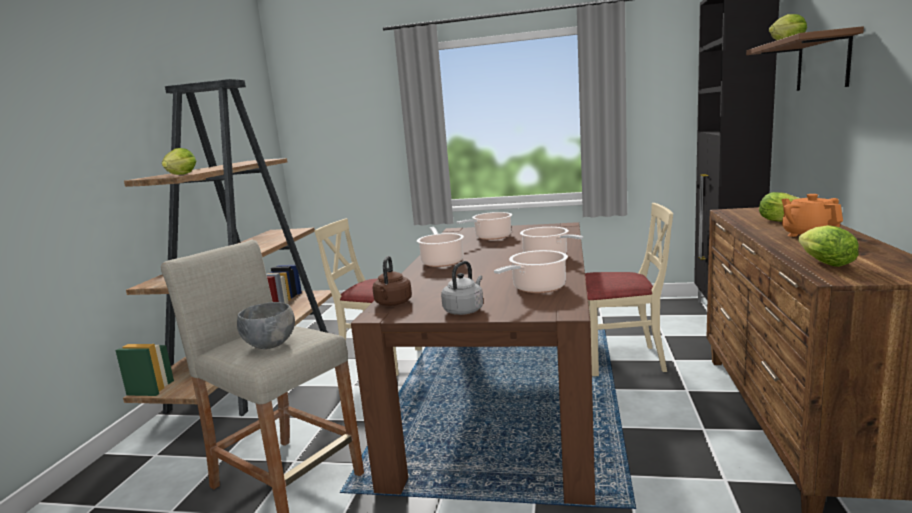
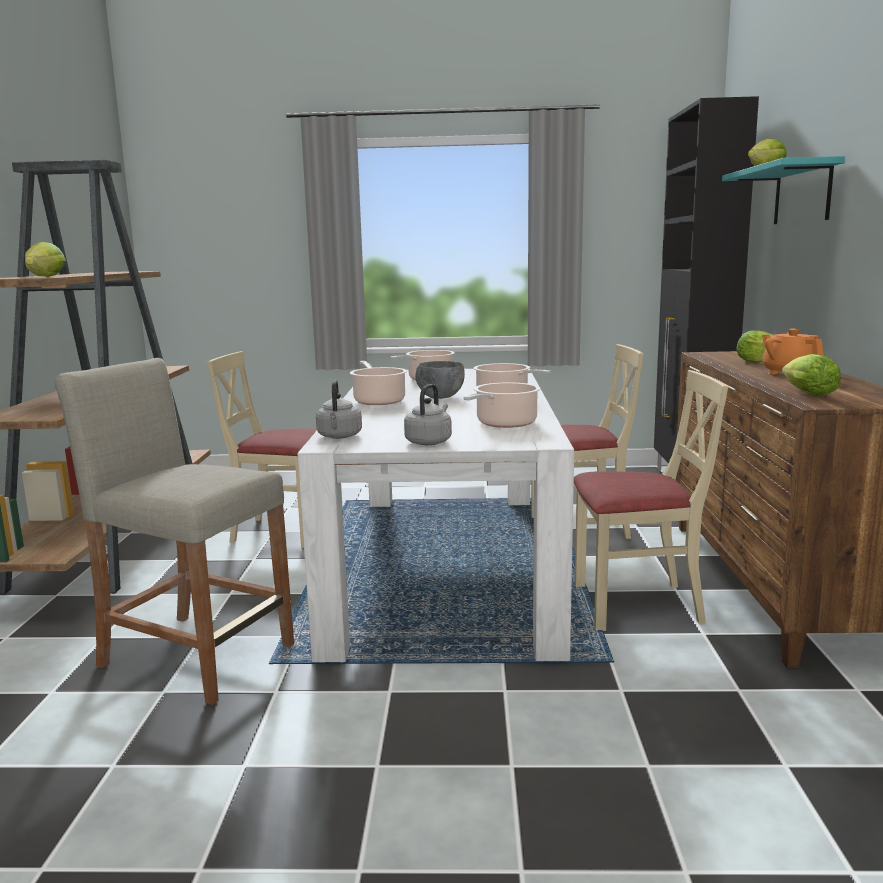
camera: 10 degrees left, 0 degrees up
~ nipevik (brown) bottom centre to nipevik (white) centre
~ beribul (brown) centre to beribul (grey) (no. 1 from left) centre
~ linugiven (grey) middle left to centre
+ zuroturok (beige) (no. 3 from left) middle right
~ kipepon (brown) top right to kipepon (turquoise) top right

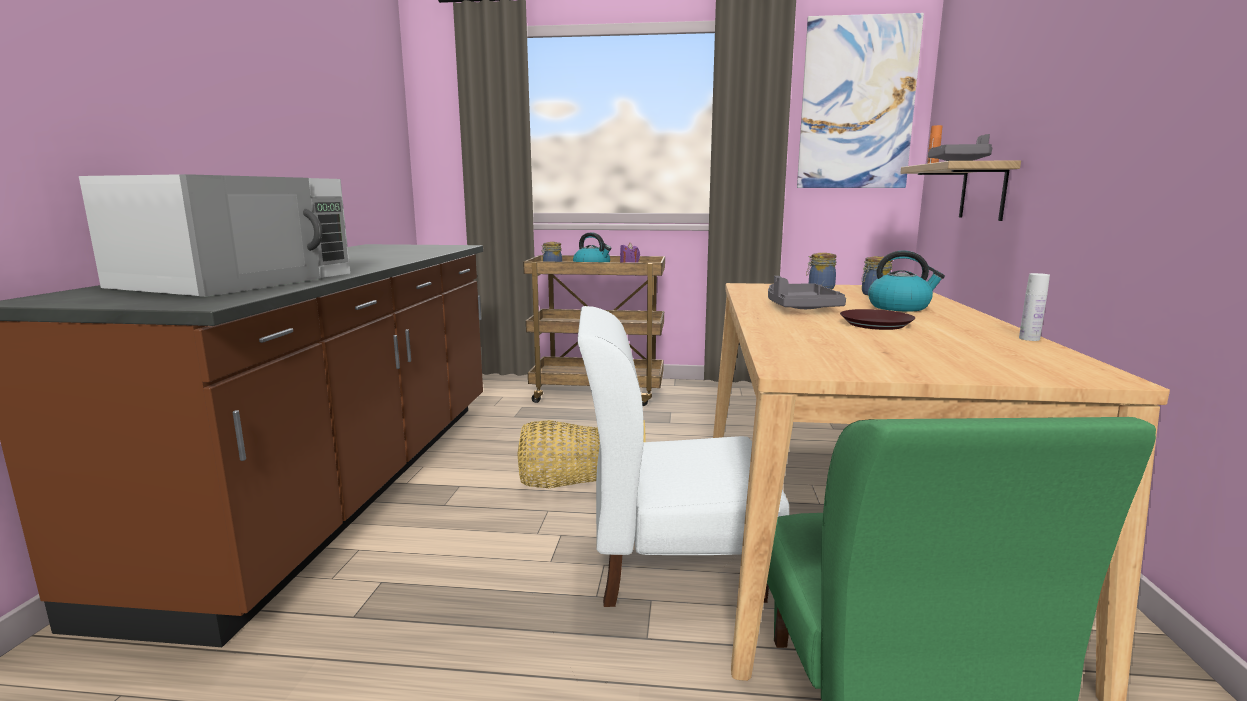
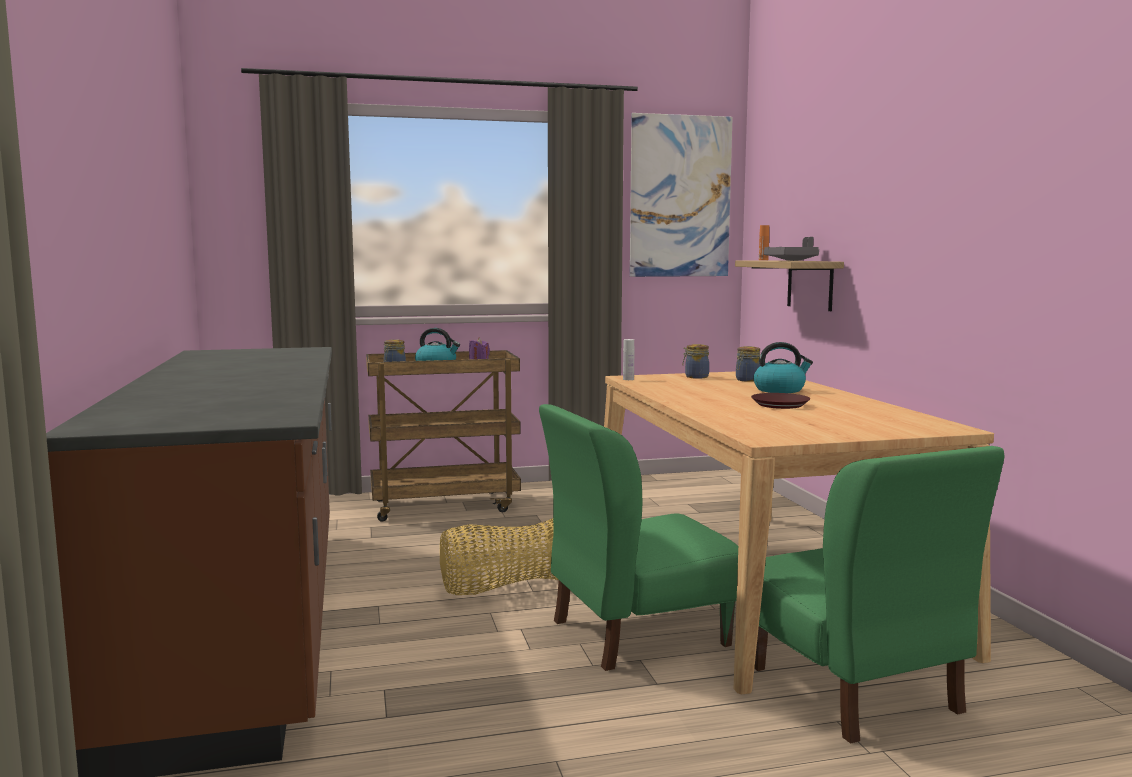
camera: 20 degrees left, 5 degrees down
~ zuroturok (white) centre to zuroturok (green) (no. 1 from left) bottom centre
~ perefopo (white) middle right to centre
- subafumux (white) middle left
- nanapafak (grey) (no. 1 from left) centre

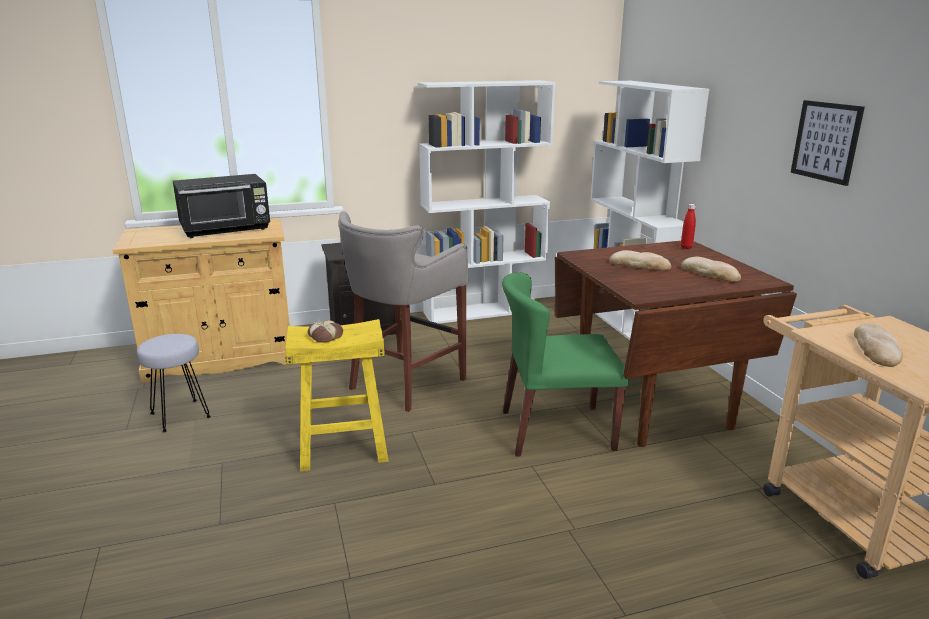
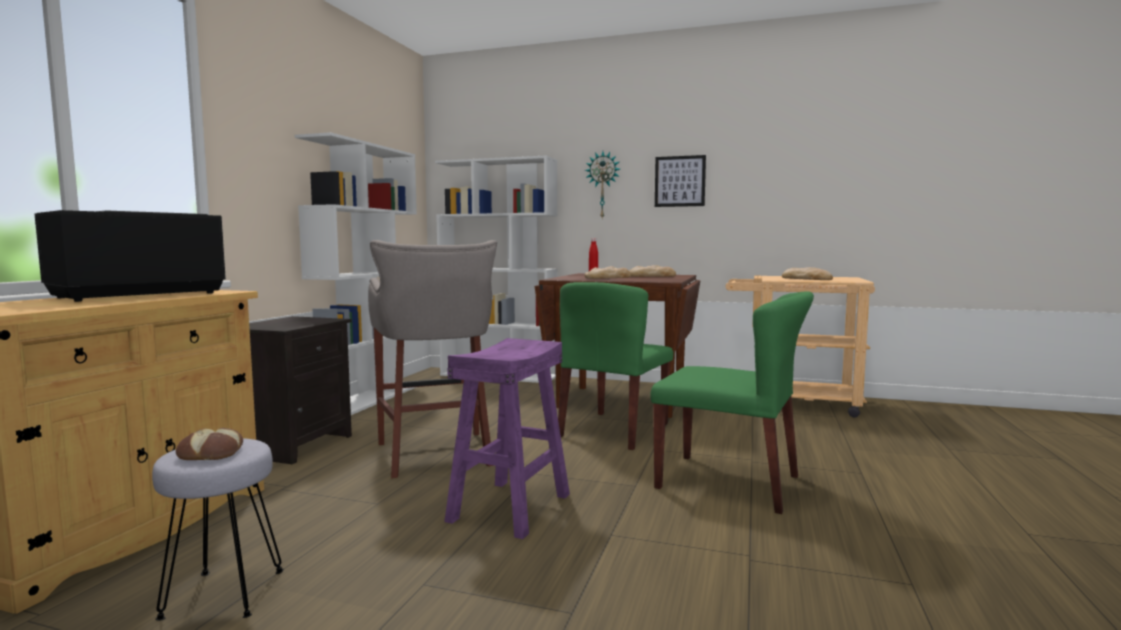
camera: 55 degrees left, 15 degrees down
~ subafumux (black) top left = middle left 150 degrees counterclockwise
~ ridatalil (no. 1 from left) centre to bottom left
~ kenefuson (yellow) centre to kenefuson (purple) bottom centre
+ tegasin top centre
+ zuroturok (green) (no. 2 from left) centre

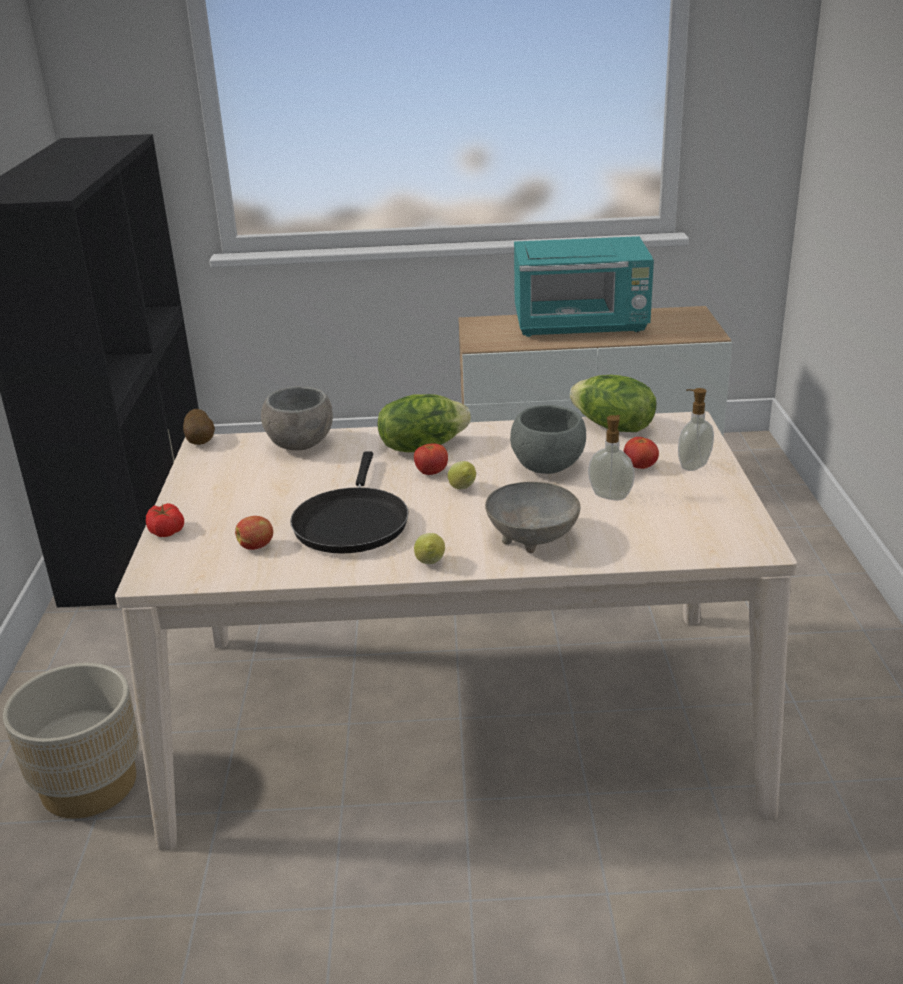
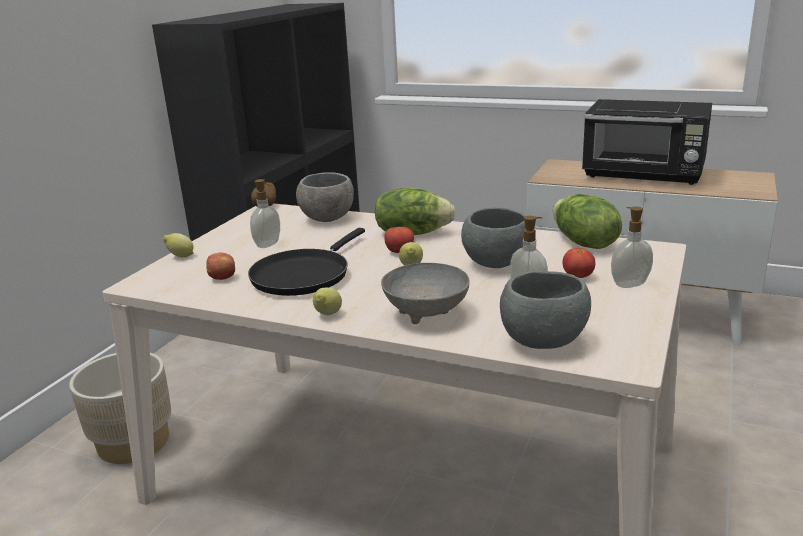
camera: 25 degrees right, 5 degrees down
~ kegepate (no. 1 from left) middle left to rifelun (no. 1 from left) middle left
+ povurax (no. 1 from left) middle left
+ linugiven (grey) (no. 4 from left) middle right
~ subafumux (turquoise) top centre to subafumux (black) top right

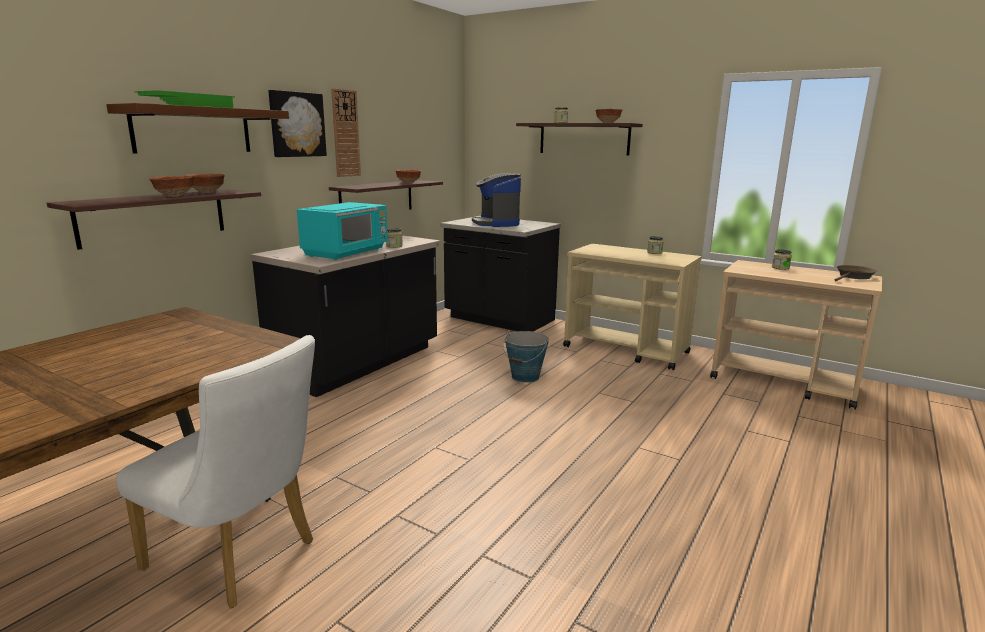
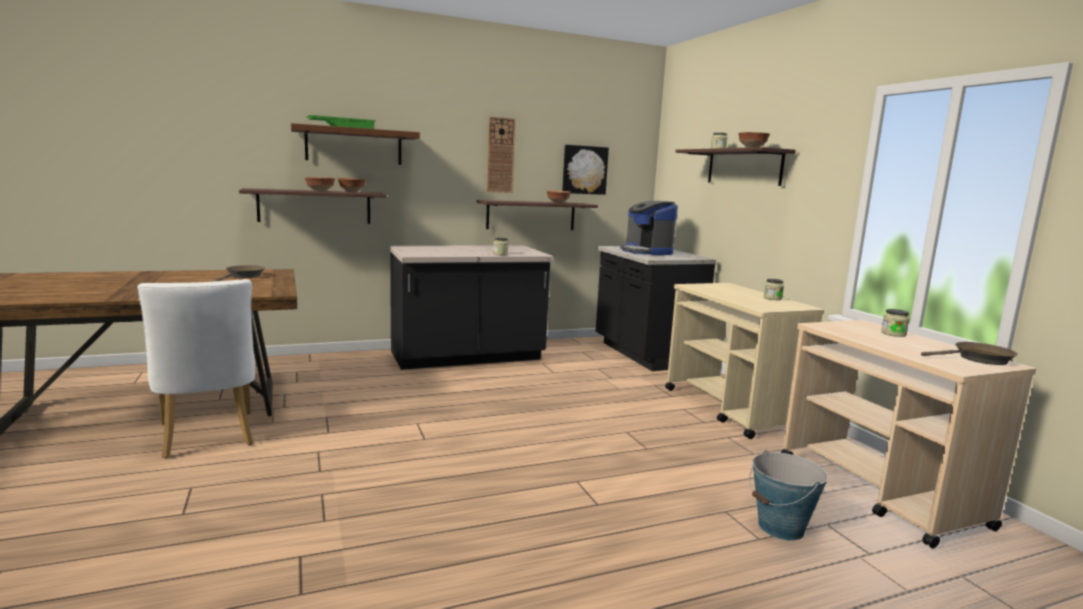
camera: 35 degrees right, 5 degrees down
+ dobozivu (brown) (no. 1 from left) middle left
~ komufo top left to top centre
~ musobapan top centre = centre 45 degrees counterclockwise
~ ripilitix centre to bottom right
- subafumux (turquoise) centre

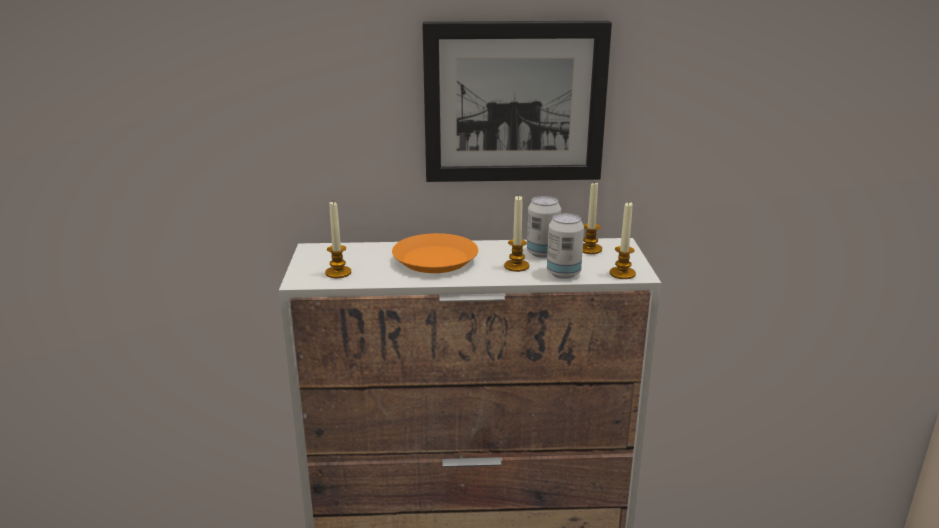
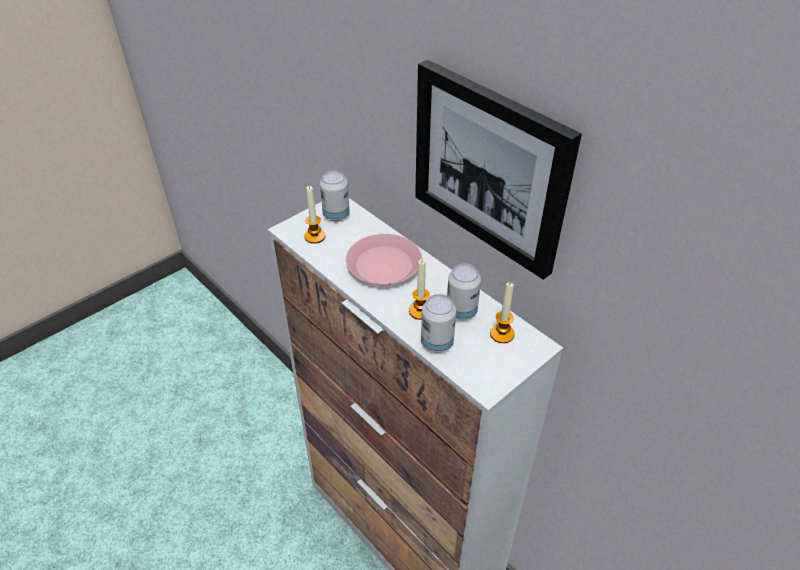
camera: 50 degrees right, 20 degrees up
+ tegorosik (no. 1 from left) centre
~ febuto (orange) centre to febuto (pink) centre
- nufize (no. 4 from left) centre

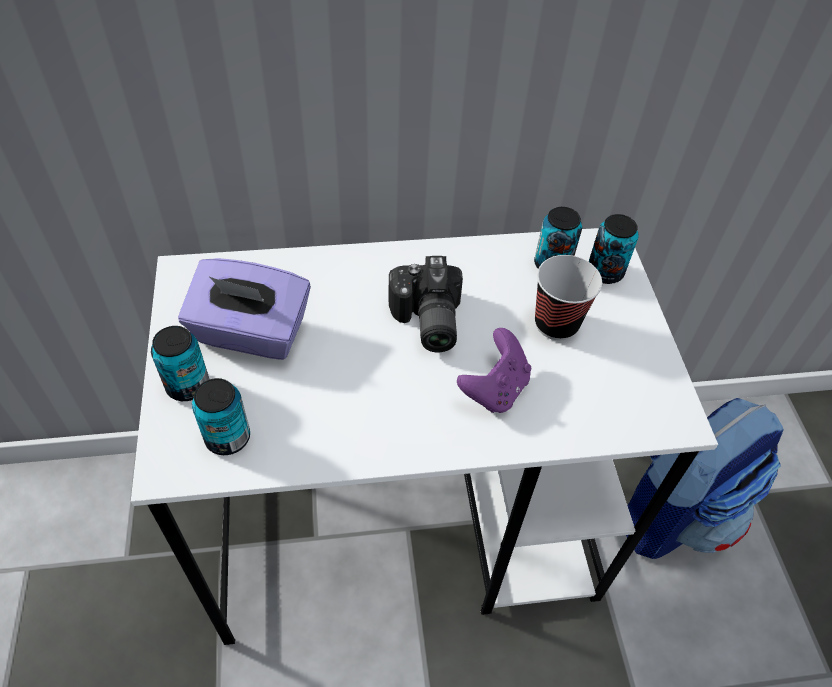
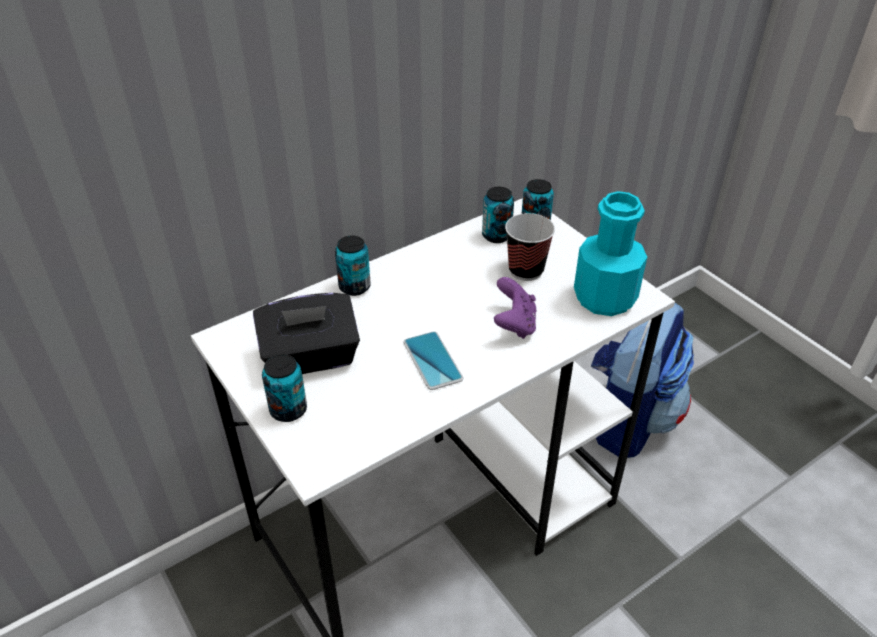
camera: 25 degrees left, 10 degrees down
~ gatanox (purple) middle left to gatanox (black) centre
~ tegorosik (no. 2 from left) middle left to centre
+ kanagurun centre
+ perefopo (turquoise) middle right
- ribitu centre

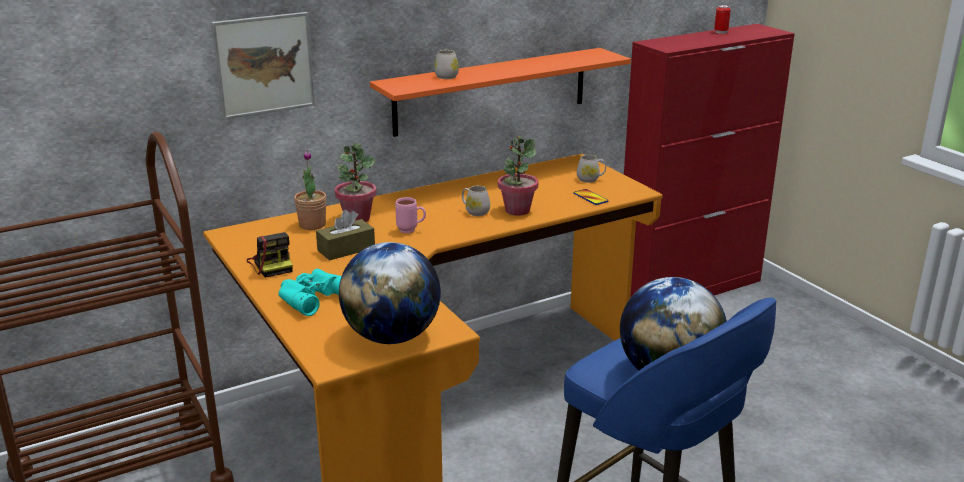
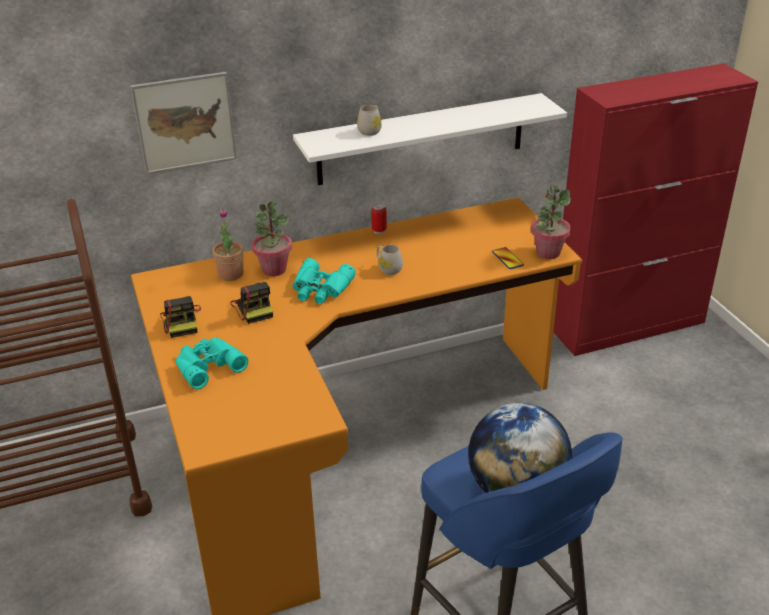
camera: 10 degrees right, 10 degrees up
~ gatanox (brown) centre to ribitu (no. 2 from left) middle left
~ kipepon (orange) top centre to kipepon (white) top centre
~ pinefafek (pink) centre to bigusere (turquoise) (no. 2 from left) centre
~ tegorosik top right to centre
~ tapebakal (no. 3 from left) centre to middle right
- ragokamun (no. 1 from left) centre
- pinefafek (white) (no. 3 from left) centre

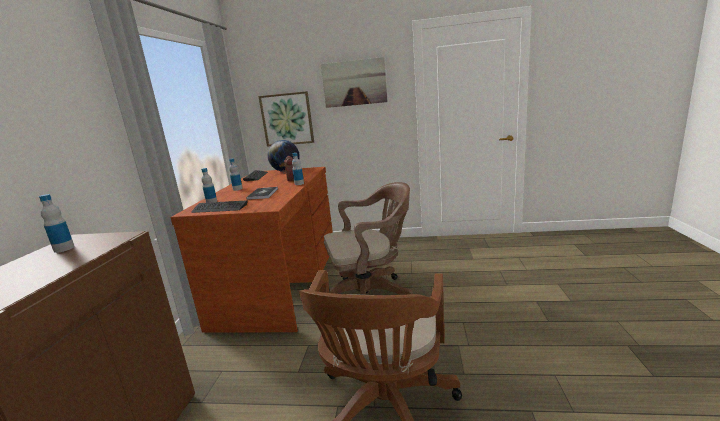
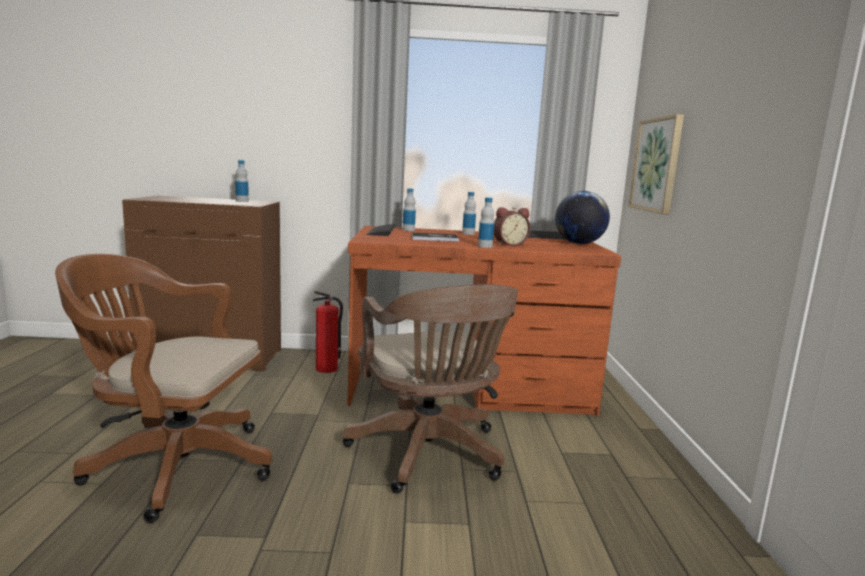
camera: 80 degrees right, 5 degrees down
+ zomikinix centre
- komufo (no. 2 from left) top centre

